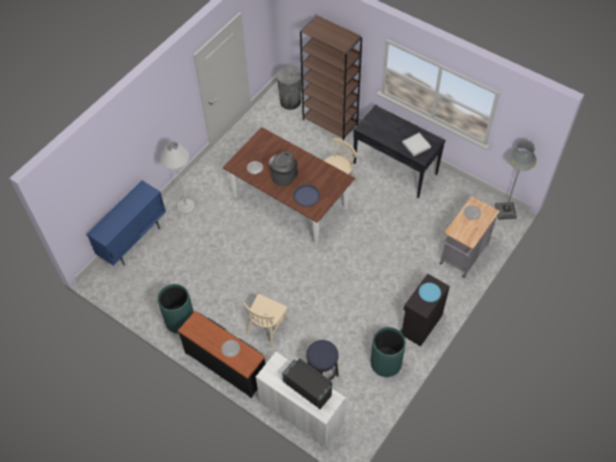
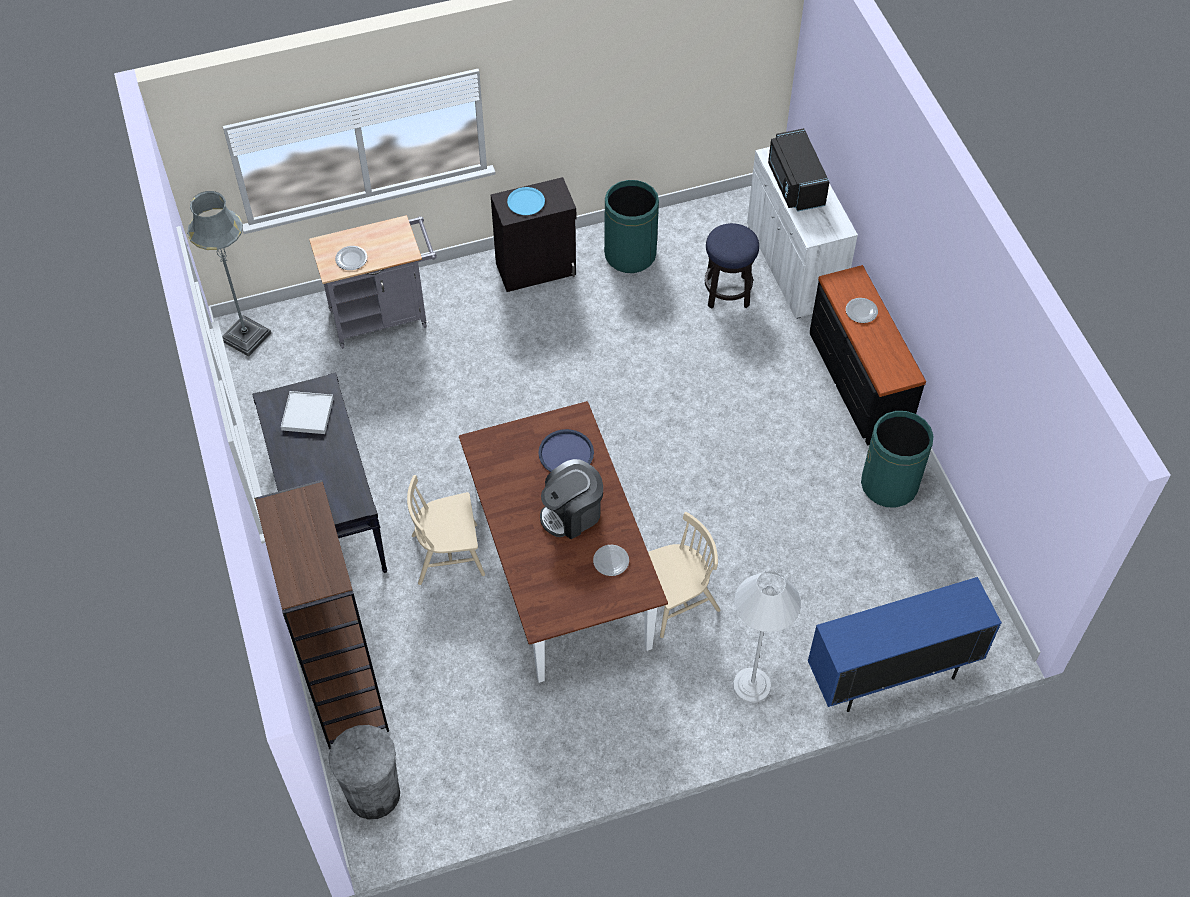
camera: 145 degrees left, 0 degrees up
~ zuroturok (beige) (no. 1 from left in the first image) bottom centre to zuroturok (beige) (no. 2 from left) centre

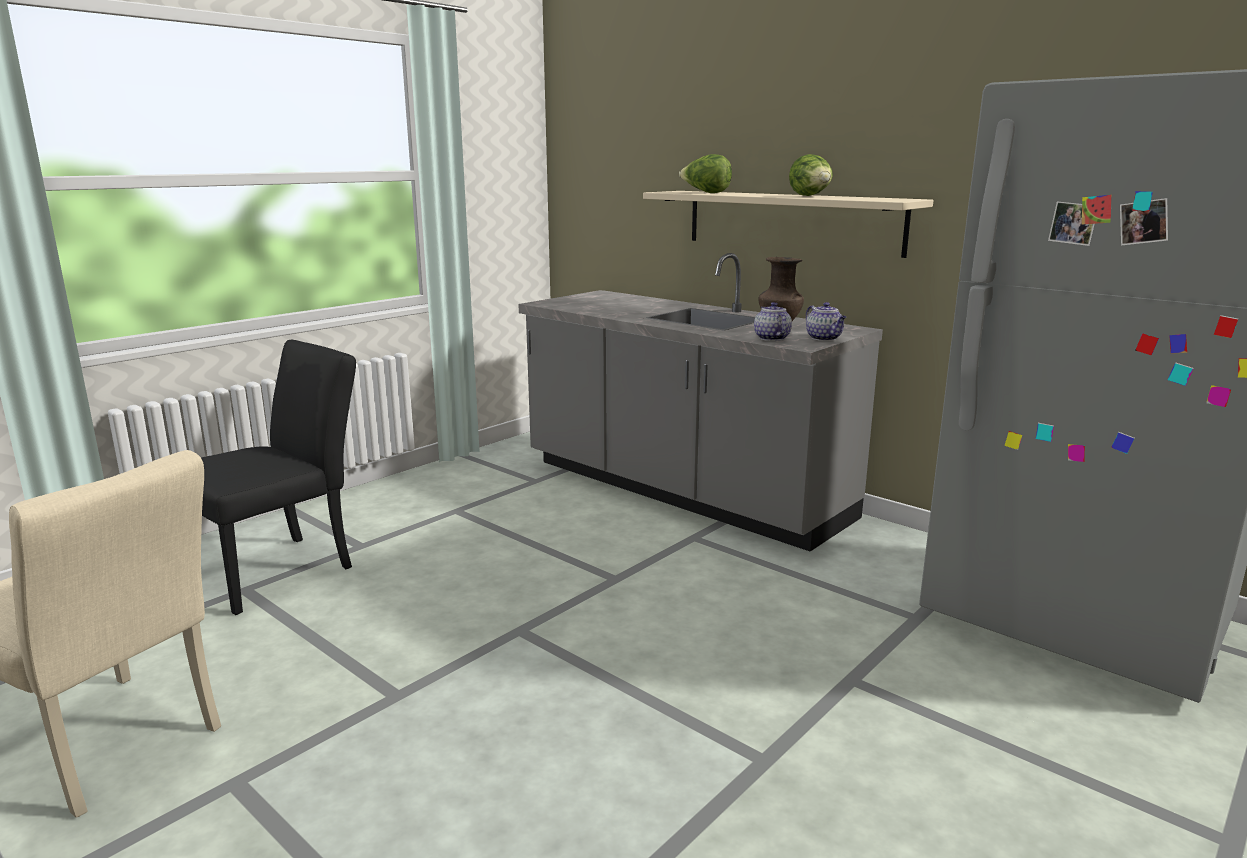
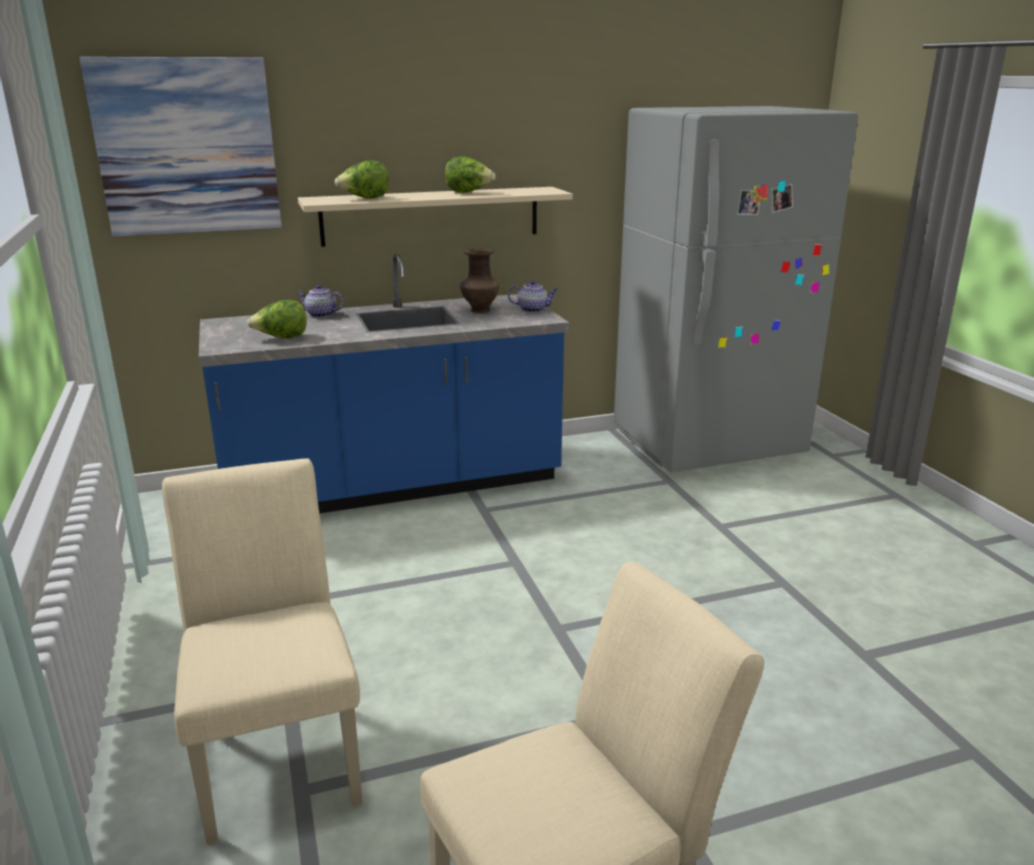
camera: 60 degrees left, 5 degrees up
+ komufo top left
~ zuroturok (black) middle left to zuroturok (beige) (no. 1 from left) bottom left
~ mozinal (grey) centre to mozinal (blue) centre
+ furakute (no. 1 from left) middle left
~ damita (no. 1 from left) centre to middle left

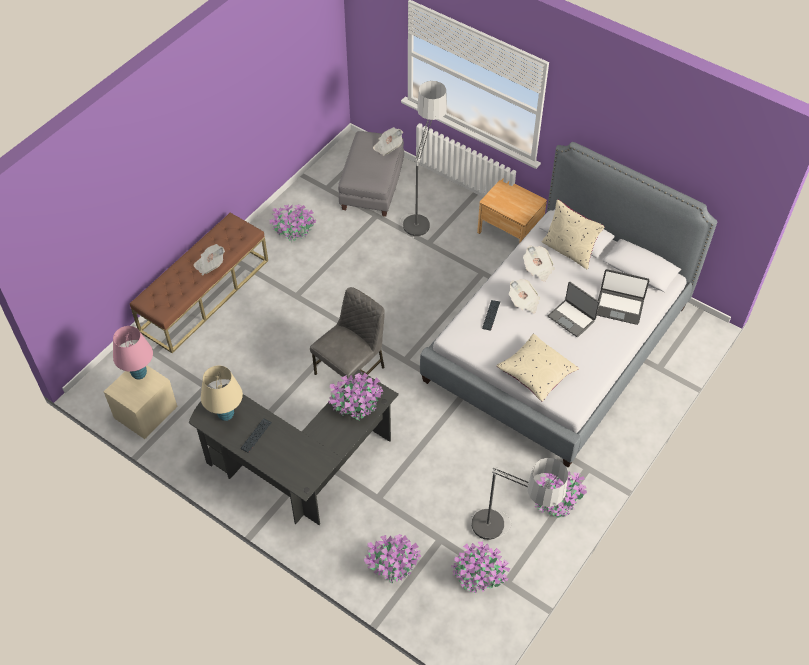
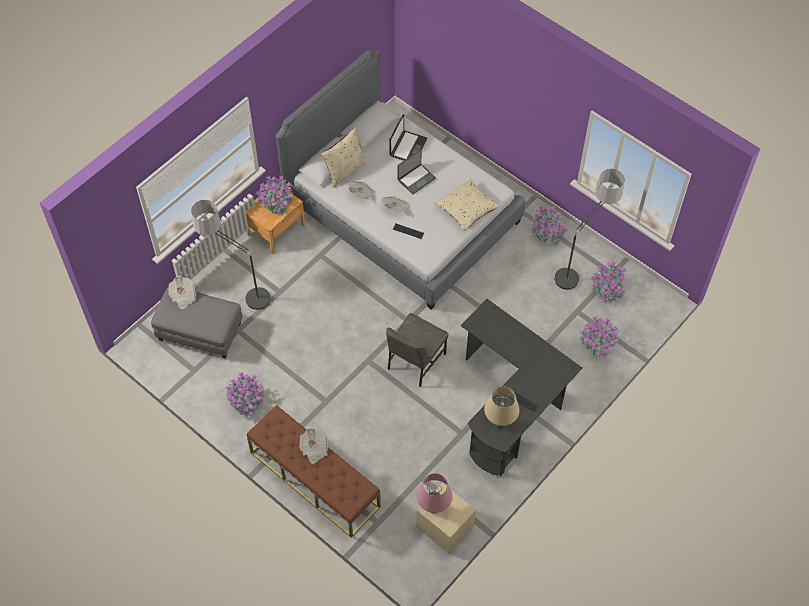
camera: 85 degrees left, 5 degrees up
~ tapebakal (no. 2 from left) centre to top centre
~ zuroturok (grey) centre = centre 105 degrees counterclockwise

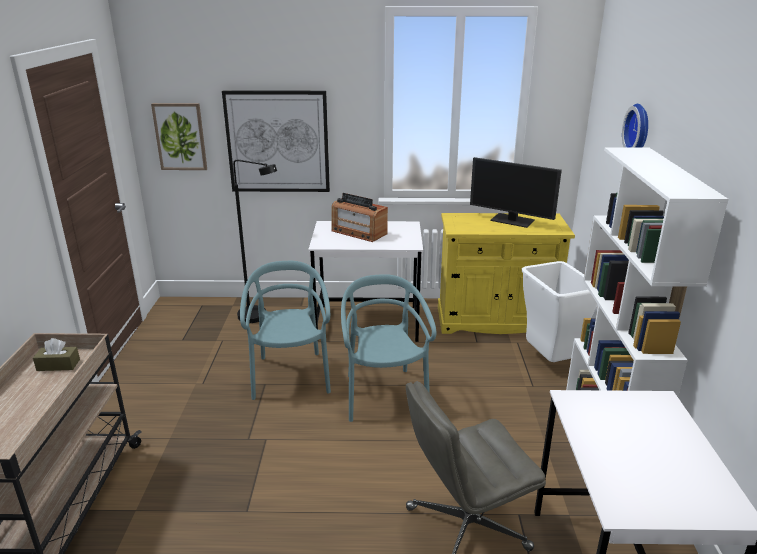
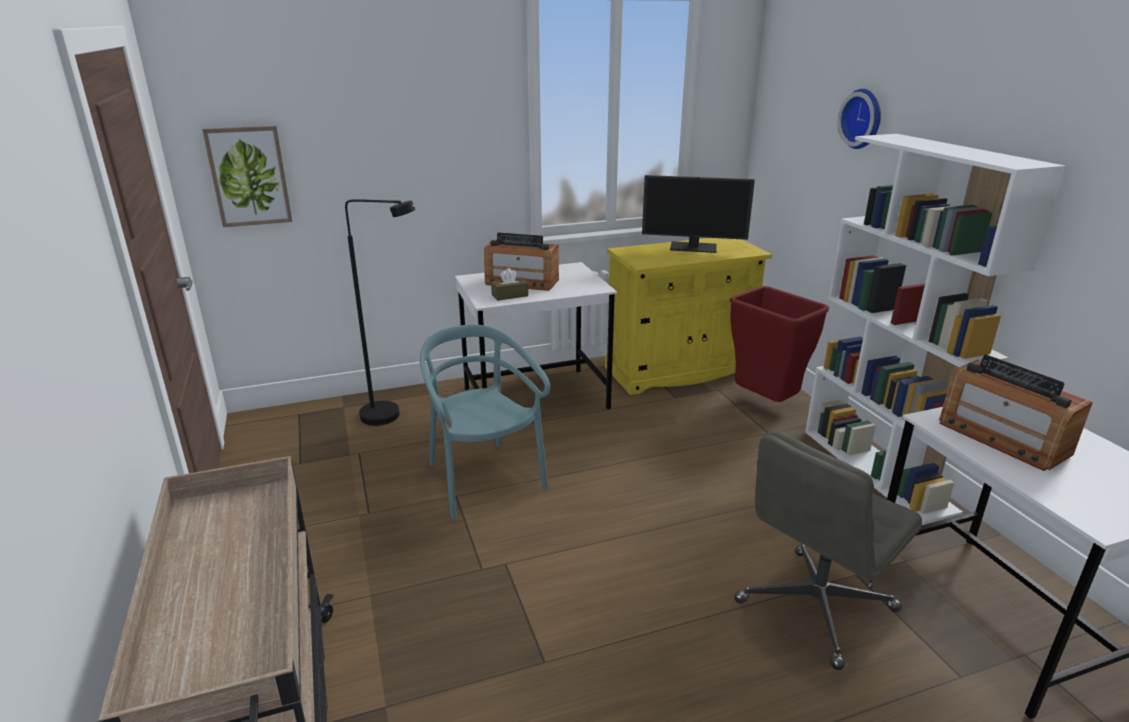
camera: 20 degrees left, 0 degrees up
~ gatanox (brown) middle left to centre
~ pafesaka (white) middle right to pafesaka (red) middle right
+ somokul (no. 2 from left) middle right
- komufo (no. 2 from left) top centre
- zuroturok (turquoise) (no. 2 from left) centre

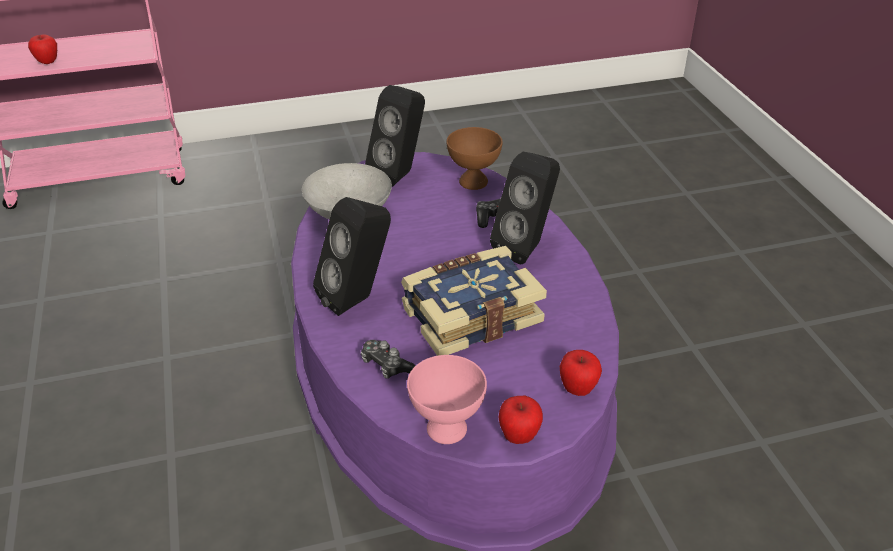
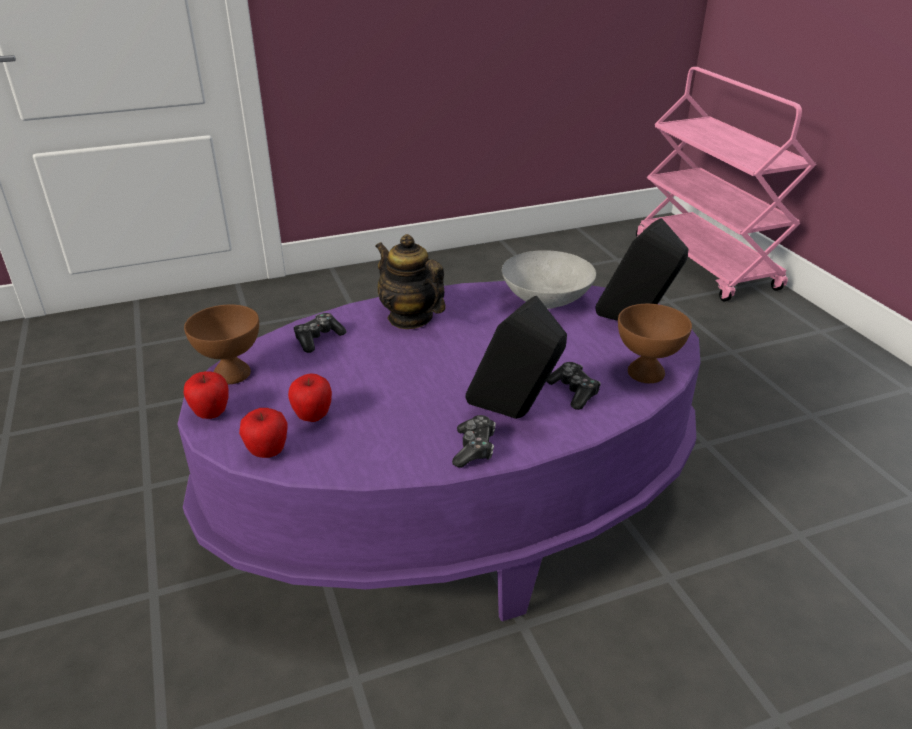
camera: 85 degrees right, 5 degrees down
~ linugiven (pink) bottom centre to linugiven (brown) (no. 1 from left) middle left
~ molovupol (no. 1 from left in the first image) top left to molovupol (no. 3 from left) centre
~ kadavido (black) (no. 1 from left) centre to damita centre
+ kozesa (no. 2 from left) centre
- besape centre

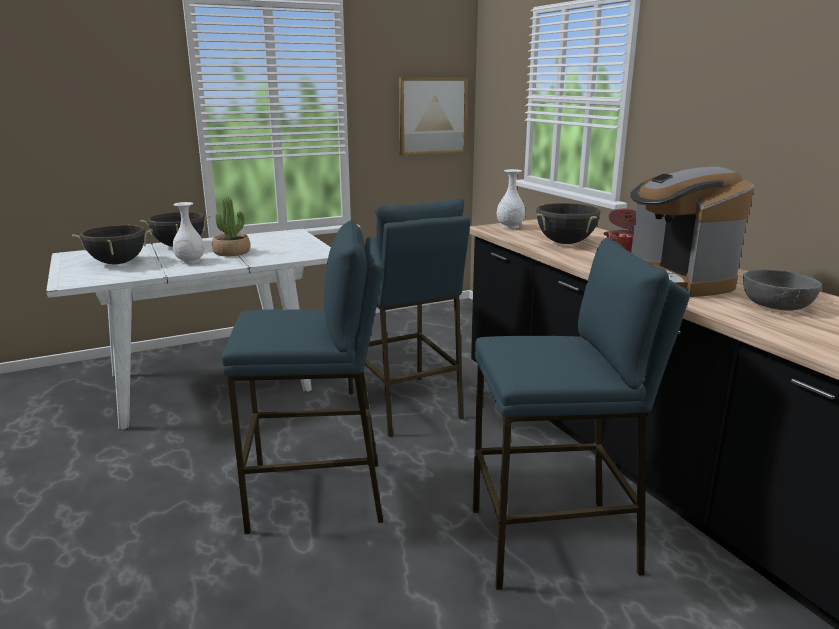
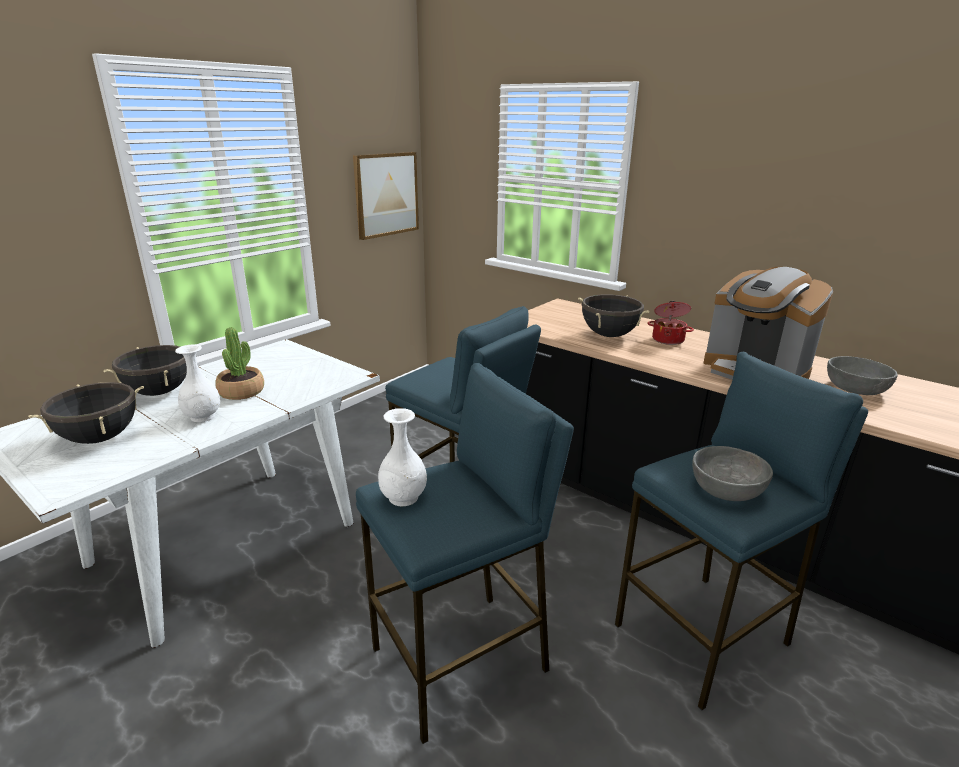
camera: 25 degrees left, 5 degrees up
~ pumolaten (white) (no. 2 from left) top centre to centre
+ linugiven (grey) (no. 1 from left) middle right

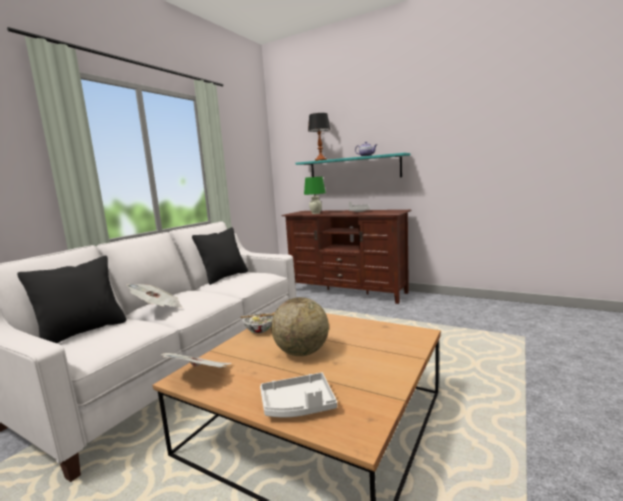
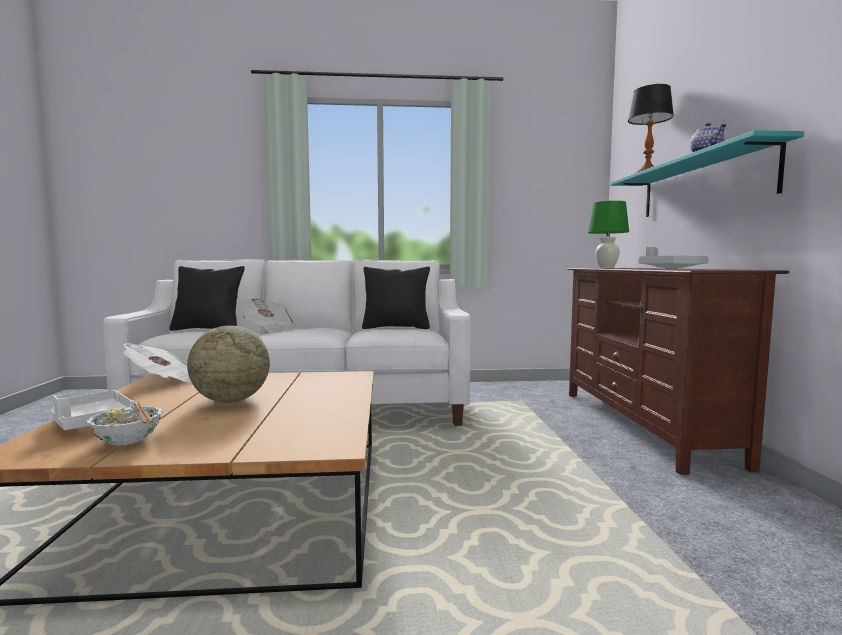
camera: 55 degrees right, 5 degrees down
~ linugiven centre to middle left

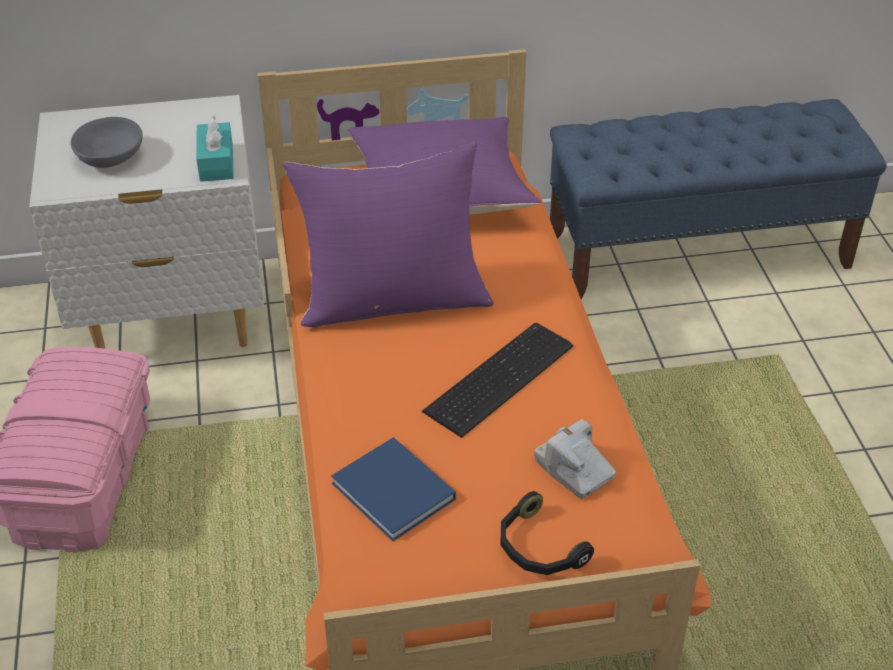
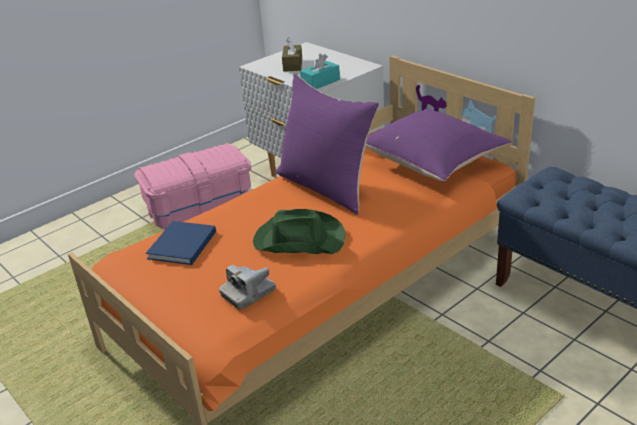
camera: 60 degrees right, 10 degrees down
~ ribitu bottom centre = bottom centre 150 degrees counterclockwise
~ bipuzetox centre to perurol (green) centre
~ linugiven (grey) top left to gatanox (brown) top centre
- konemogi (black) bottom centre

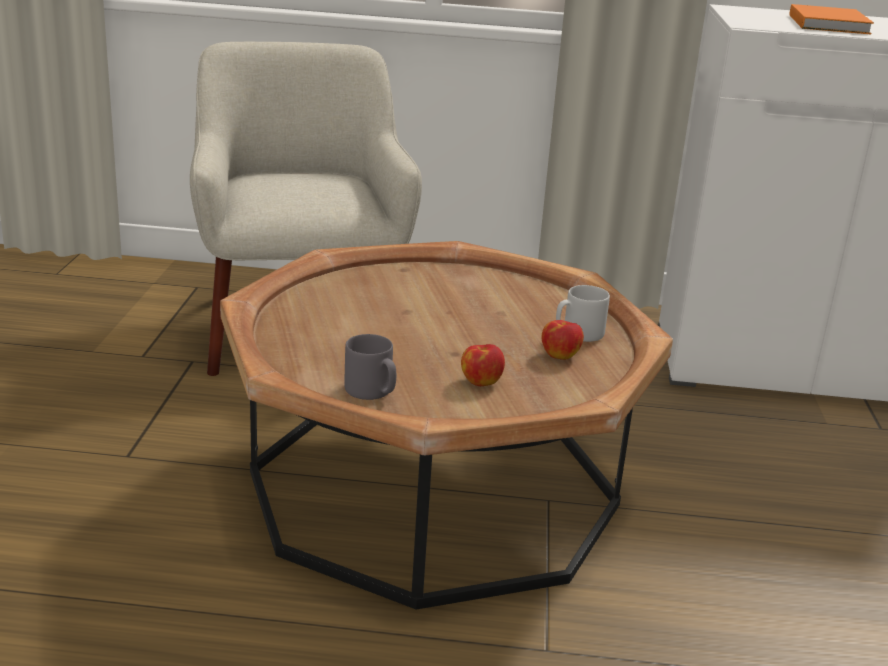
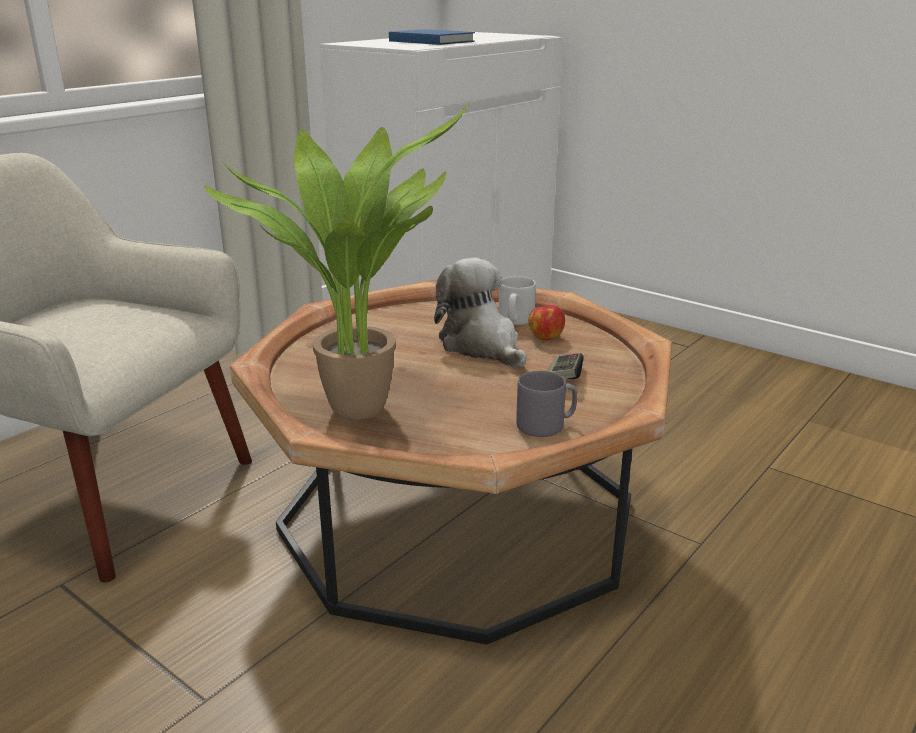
camera: 55 degrees left, 0 degrees up
+ tapebakal centre
~ besape (orange) top right to besape (blue) top centre
+ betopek centre
~ molovupol (no. 1 from left) centre to kozesa centre

